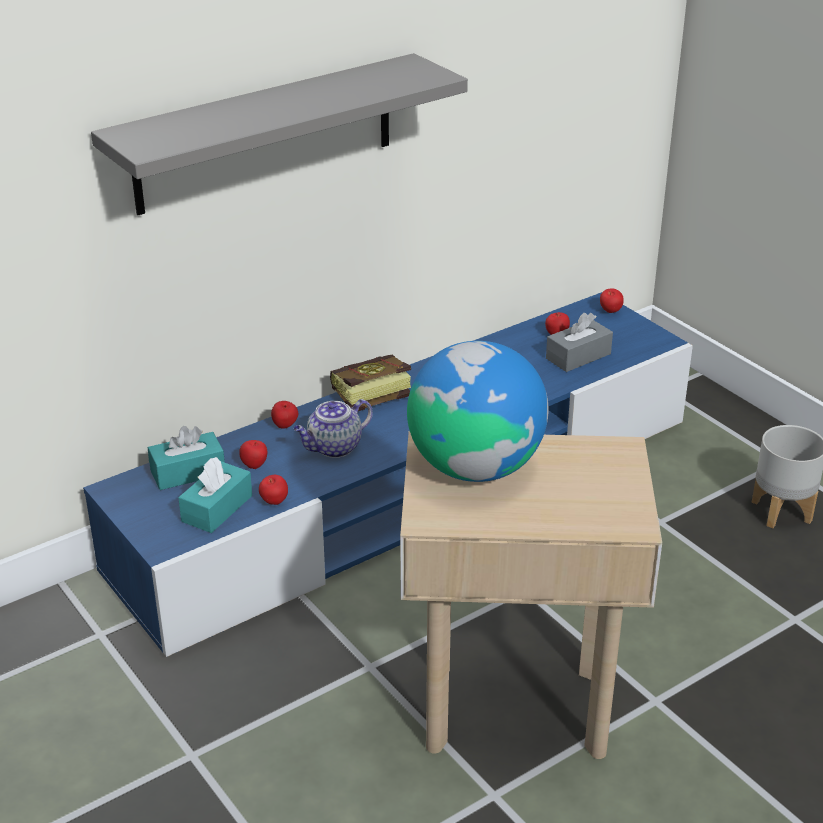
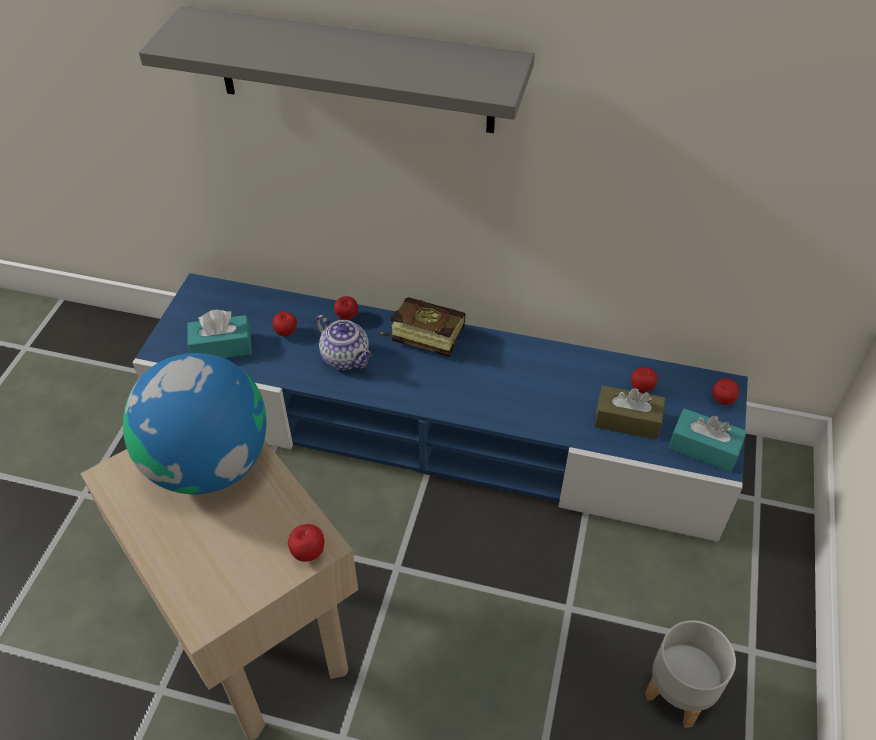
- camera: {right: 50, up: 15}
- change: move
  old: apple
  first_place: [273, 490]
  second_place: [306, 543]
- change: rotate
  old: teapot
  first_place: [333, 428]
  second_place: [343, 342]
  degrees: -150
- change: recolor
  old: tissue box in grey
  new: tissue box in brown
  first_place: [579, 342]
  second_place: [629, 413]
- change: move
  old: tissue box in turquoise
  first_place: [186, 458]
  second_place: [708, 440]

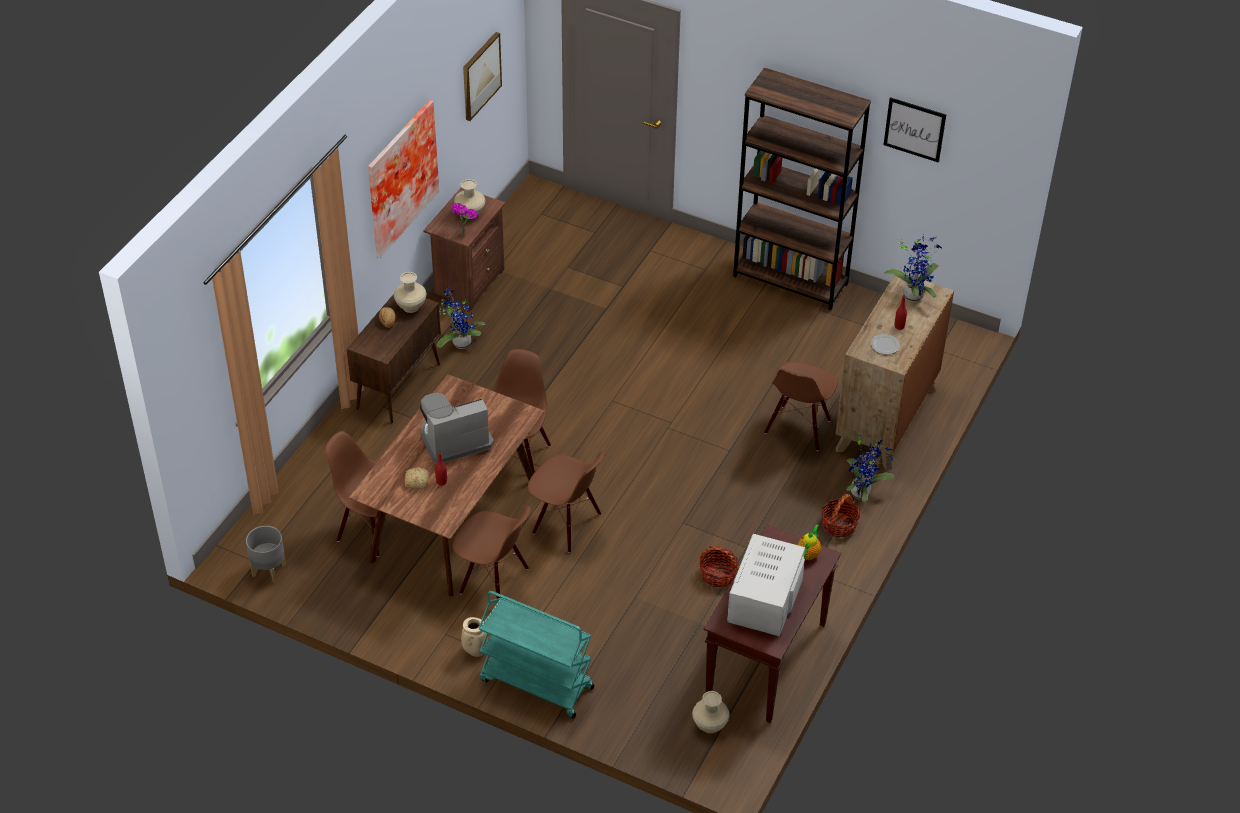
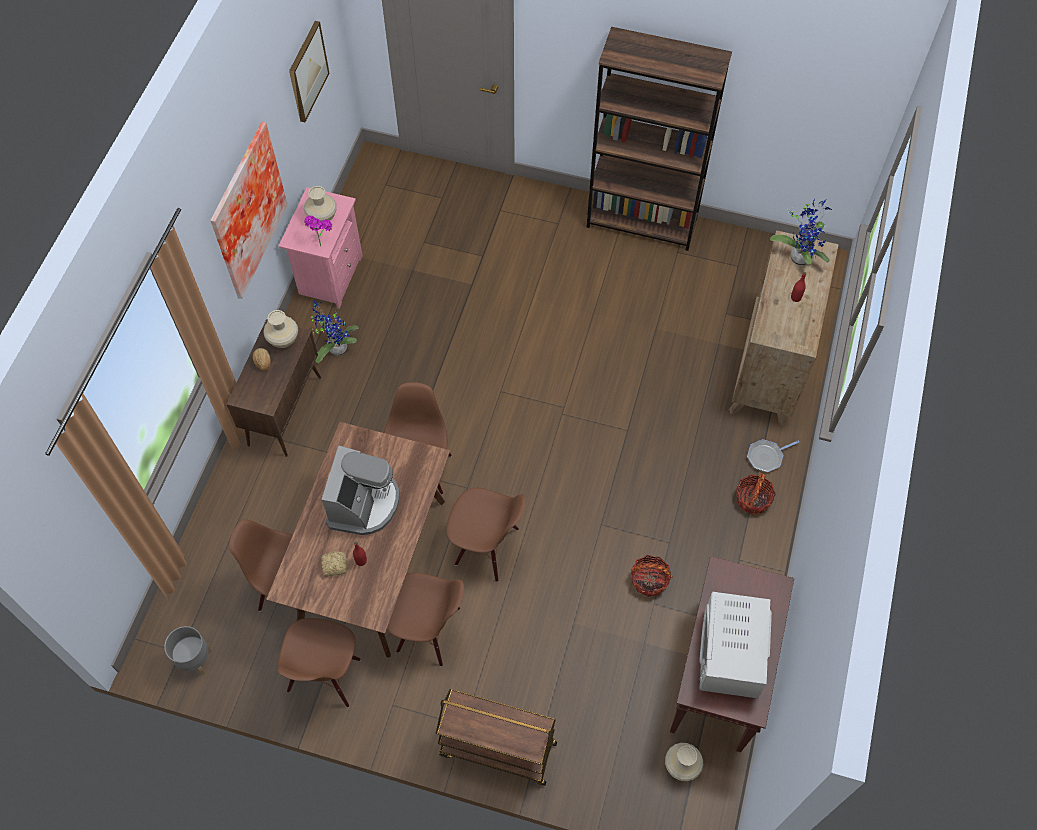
- camera: {right: -10, up: 15}
- change: move
  old: chair in brown
  first_place: [801, 406]
  second_place: [319, 662]
- change: recolor
  old: nightstand in brown
  new: nightstand in pink
  first_place: [464, 249]
  second_place: [321, 248]
- change: rotate
  old: coffee machine
  first_place: [457, 428]
  second_place: [361, 490]
  degrees: 135
- change: recolor
  old: cart in turquoise
  new: cart in brown
  first_place: [536, 654]
  second_place: [496, 737]
- change: replace
  old: potted plant
  new: frying pan
  first_place: [870, 468]
  second_place: [773, 455]
- change: delete
  old: vase in beige
  first_place: [474, 637]
- change: delete
  old: teapot
  first_place: [809, 542]
- change: delete
  old: plate
  first_place: [885, 344]
- change: delete
  old: picture
  first_place: [915, 130]

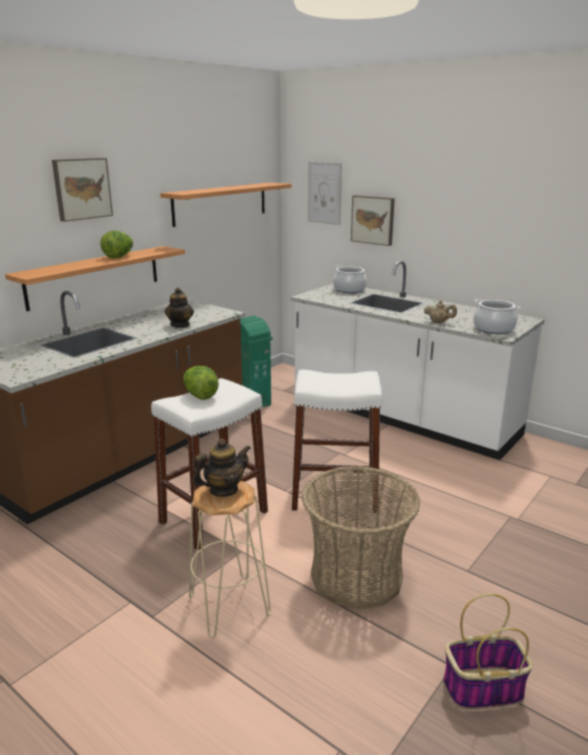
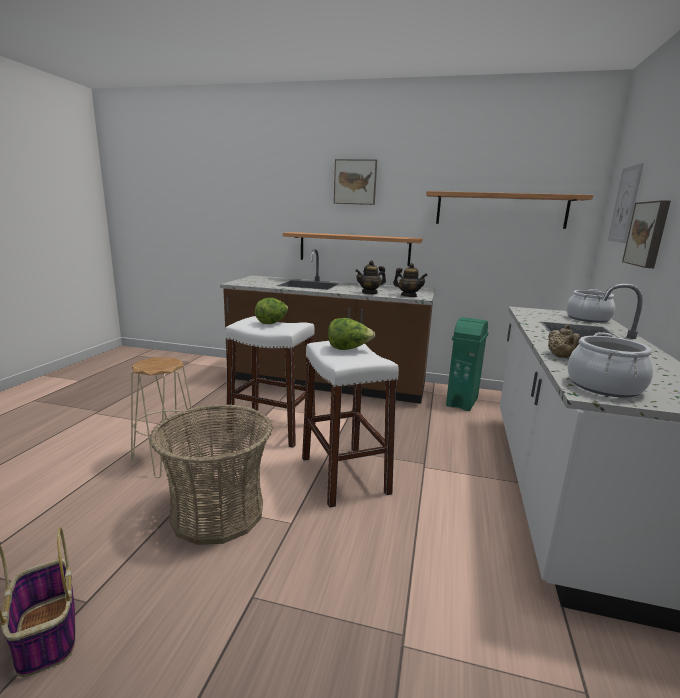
- camera: {right: 65, up: -5}
- change: move
  old: lettuce
  first_place: [116, 244]
  second_place: [351, 334]
- change: move
  old: teapot
  first_place: [221, 467]
  second_place: [410, 280]

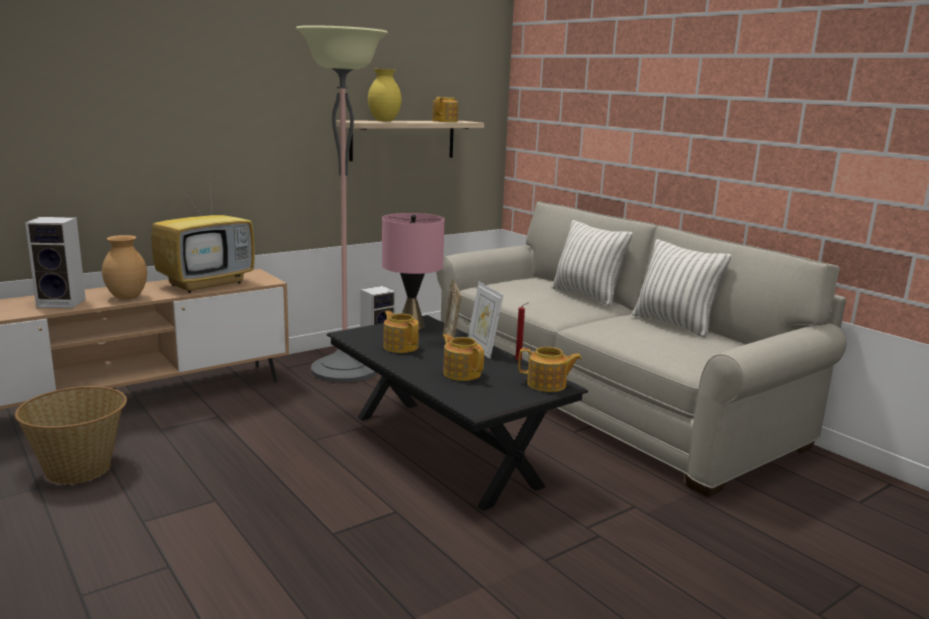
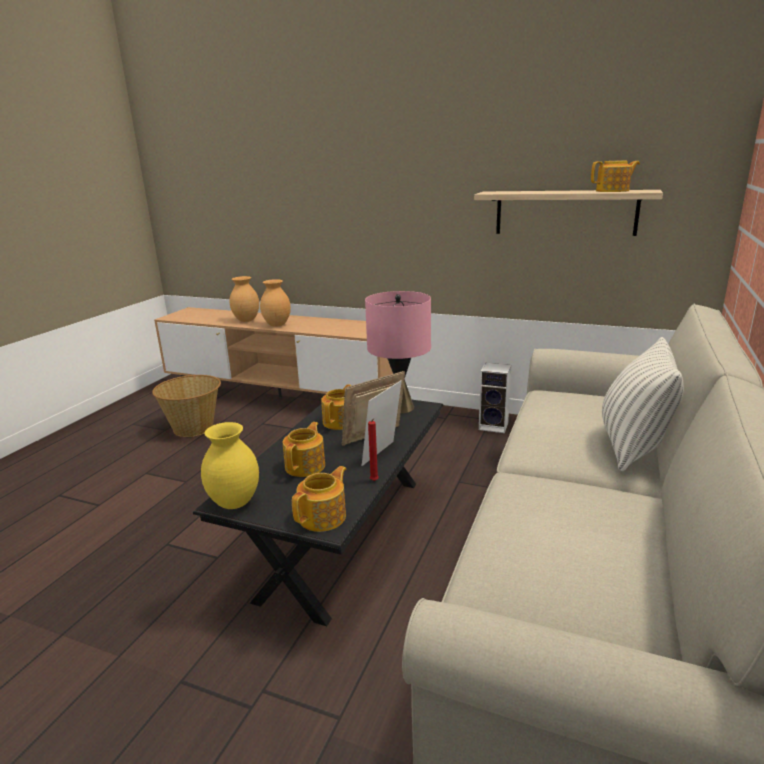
- camera: {right: 60, up: 5}
- change: move
  old: vase in yellow
  first_place: [385, 95]
  second_place: [230, 465]
- change: replace
  old: speaker
  new: vase in brown
  first_place: [55, 262]
  second_place: [244, 299]
- change: rotate
  old: teapot
  first_place: [550, 369]
  second_place: [319, 499]
  degrees: -120
- change: delete
  old: television
  first_place: [203, 234]
- change: delete
  old: floor lamp
  first_place: [342, 204]
- change: delete
  old: pillow
  first_place: [681, 288]

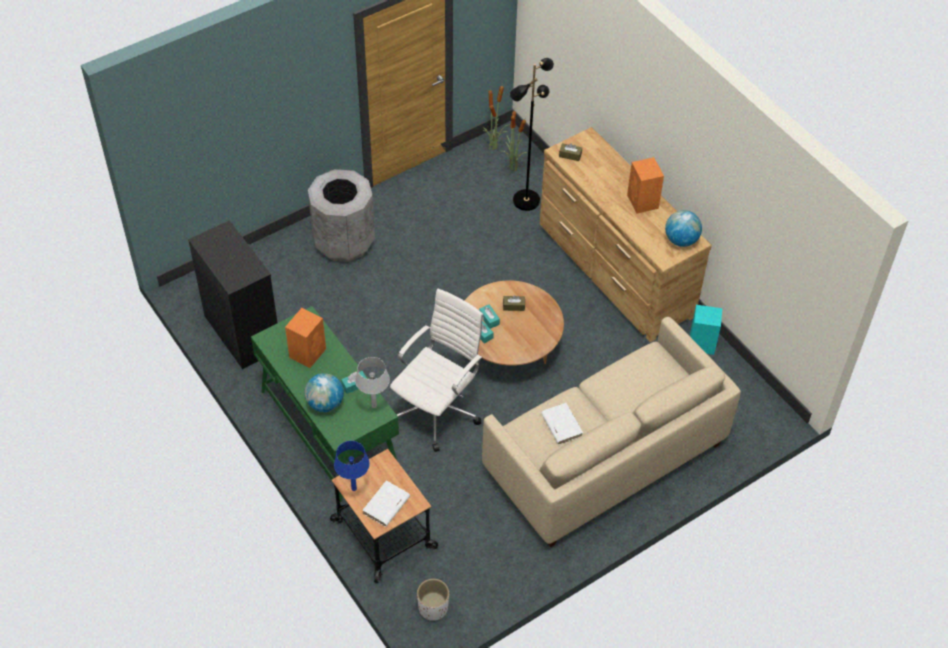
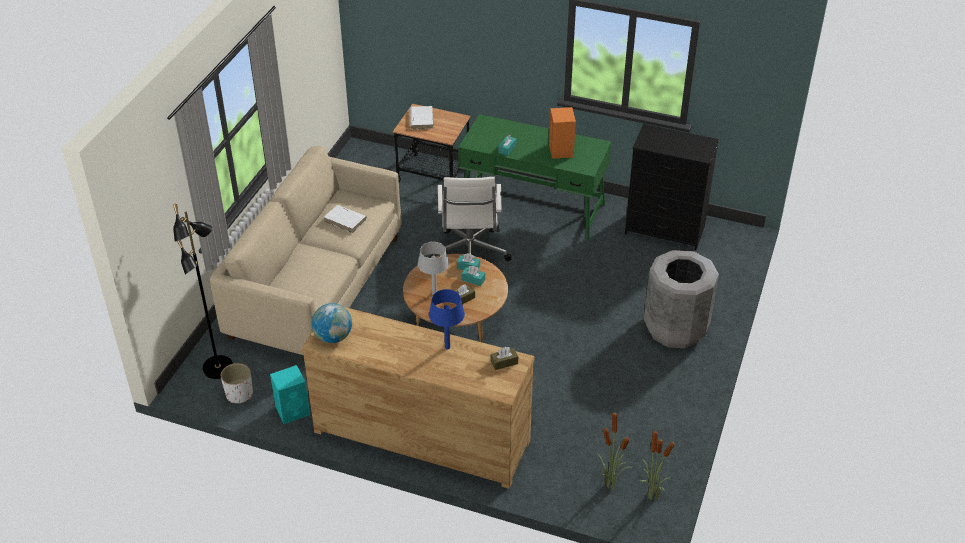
- camera: {right: 145, up: -10}
- change: move
  old: floor lamp in black
  first_place: [532, 134]
  second_place: [203, 291]
- change: move
  old: planter in white
  first_place: [433, 600]
  second_place: [237, 383]
- change: move
  old: table lamp in grey
  first_place: [372, 382]
  second_place: [433, 268]
- change: move
  old: table lamp in blue
  first_place: [352, 466]
  second_place: [447, 319]
- change: delete
  old: globe
  first_place: [324, 392]
- change: delete
  old: speaker in orange
  first_place: [645, 185]

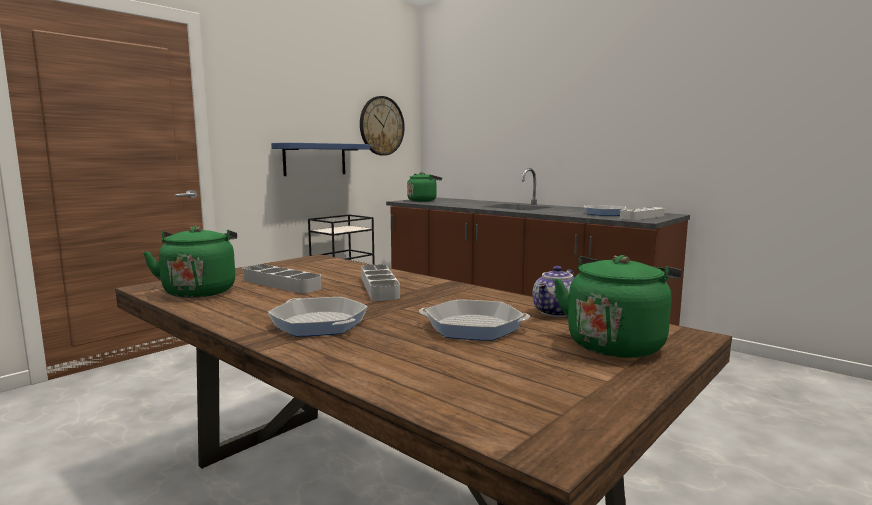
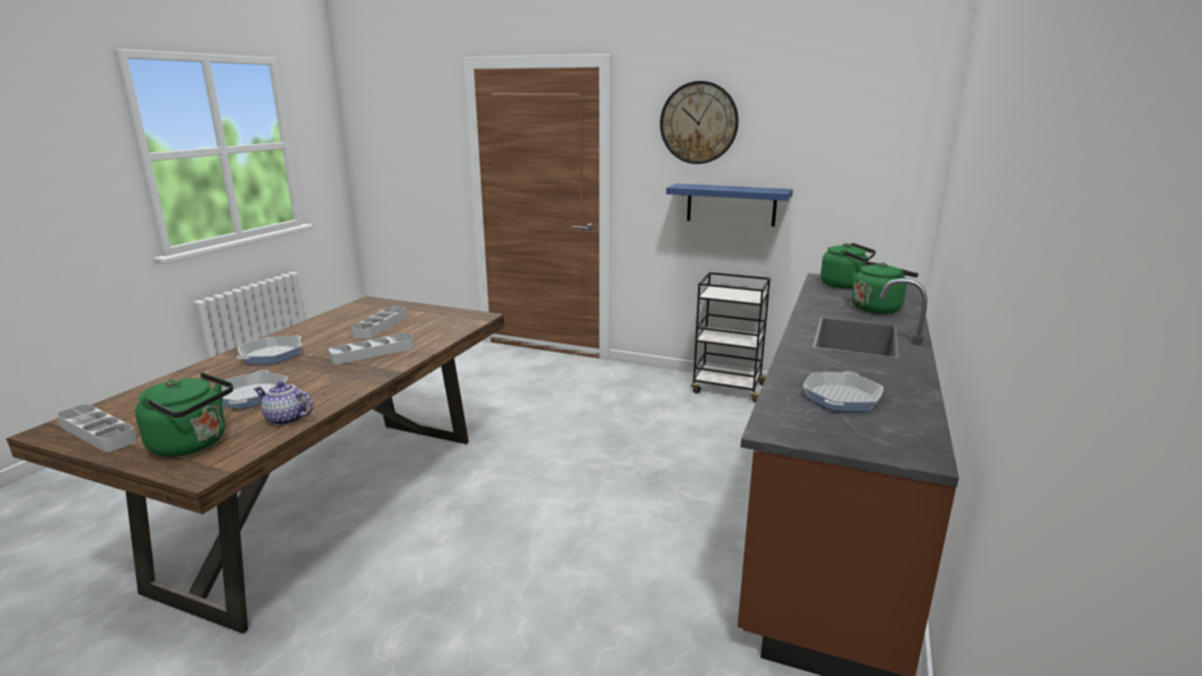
- camera: {right: 70, up: 10}
- change: move
  old: tray in grey
  first_place: [642, 213]
  second_place: [97, 428]
- change: move
  old: wall clock
  first_place: [382, 126]
  second_place: [699, 122]
- change: move
  old: kettle in green
  first_place: [190, 262]
  second_place: [884, 287]

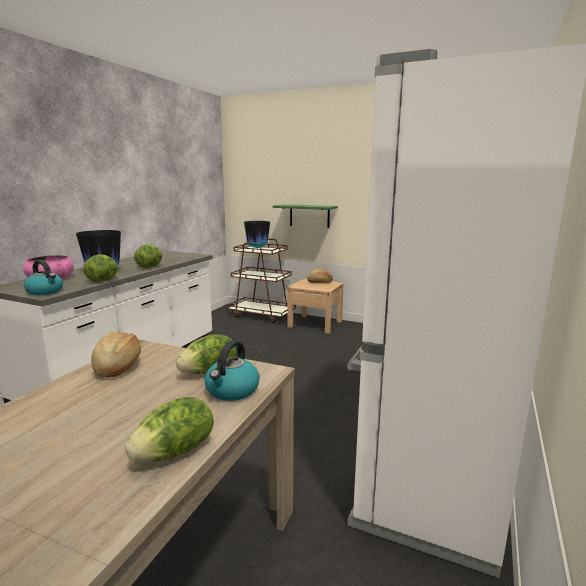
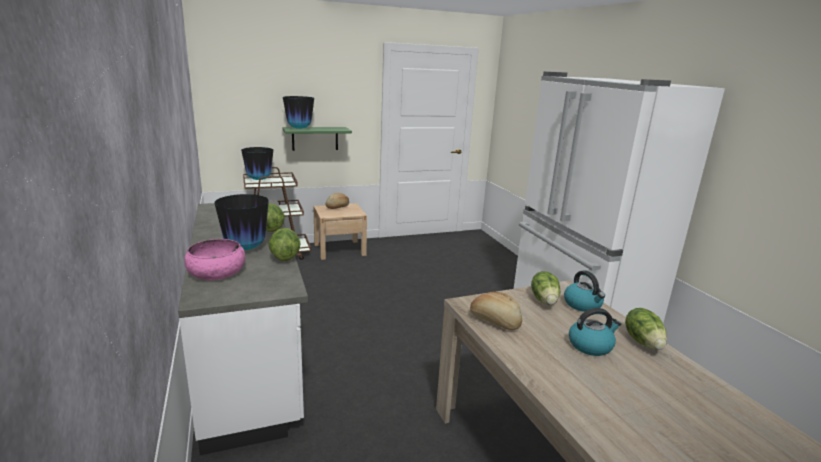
- camera: {right: -45, up: 5}
- change: insert
  new: vase
  second_place: [298, 112]
- change: move
  old: kettle
  first_place: [43, 277]
  second_place: [595, 332]

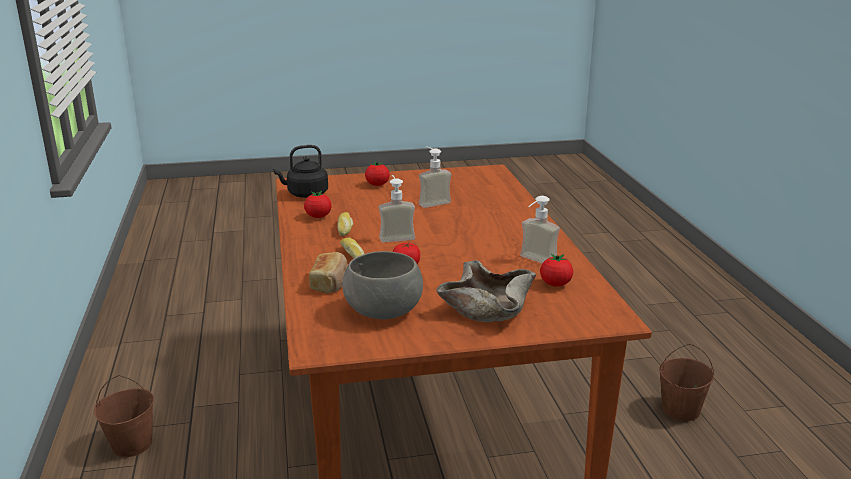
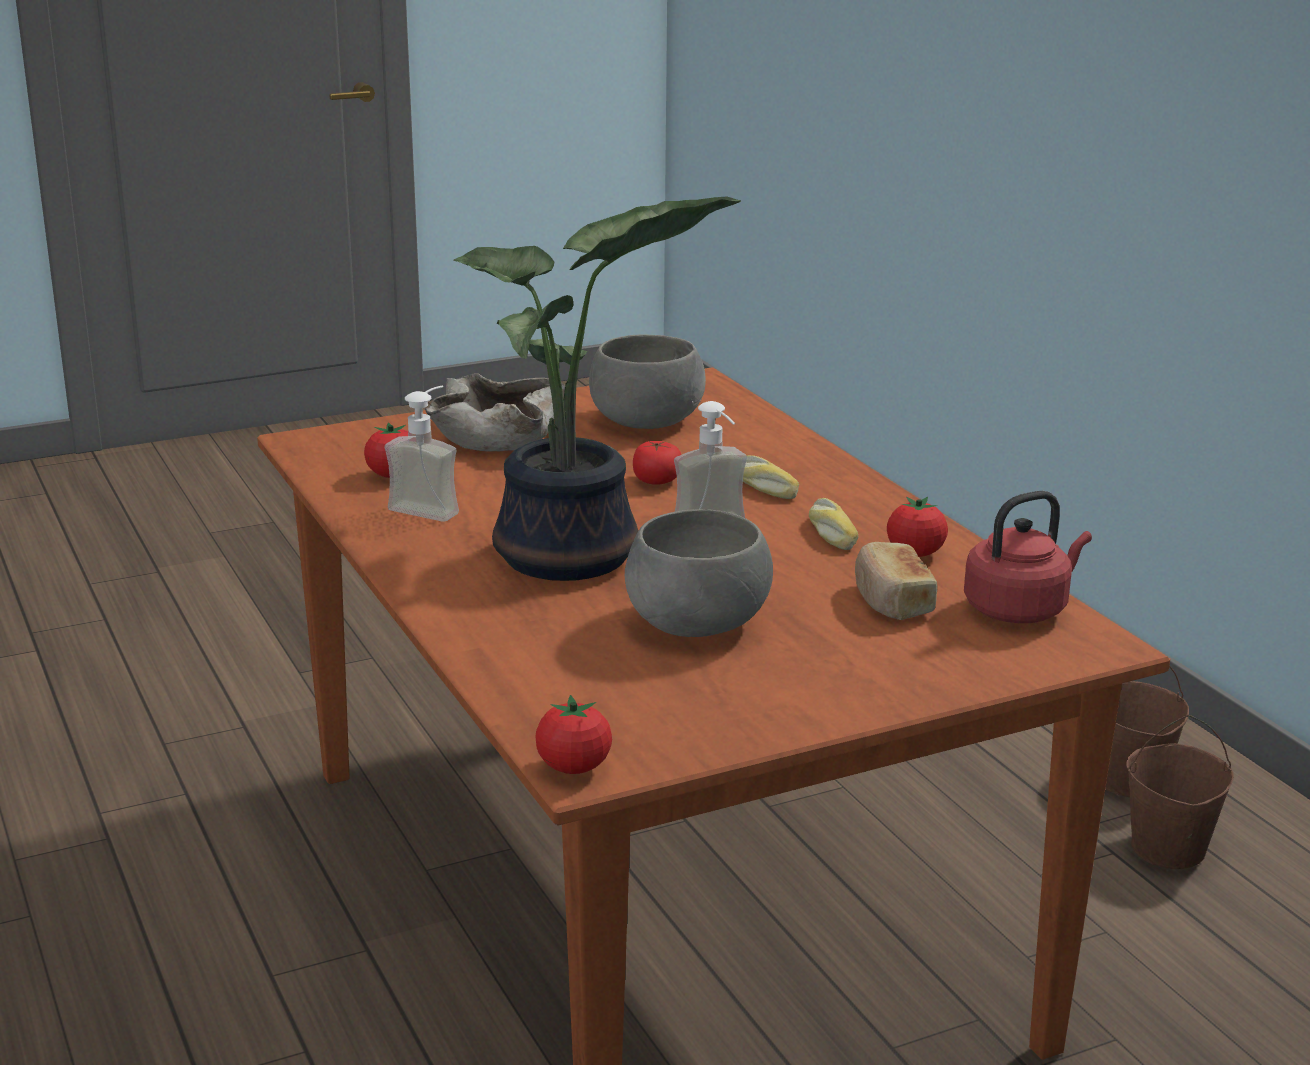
- camera: {right: 165, up: 0}
- change: insert
  new: potted plant
  second_place: [597, 388]
- change: move
  old: tomato
  first_place: [377, 173]
  second_place: [573, 734]
- change: replace
  old: soap dispenser
  new: bowl in grey
  first_place: [435, 177]
  second_place: [699, 573]
- change: move
  old: bread
  first_place: [328, 273]
  second_place: [896, 581]
- change: recolor
  old: kettle in black
  new: kettle in red
  first_place: [301, 171]
  second_place: [1028, 557]
- change: move
  old: bucket in brown
  first_place: [686, 382]
  second_place: [1180, 792]

